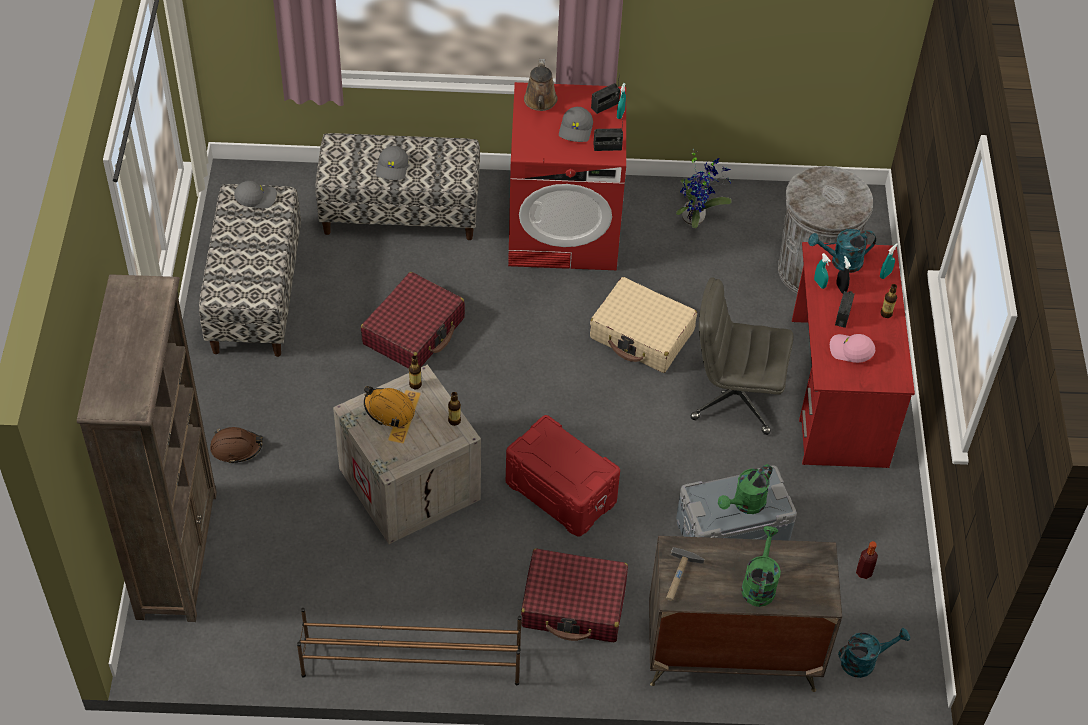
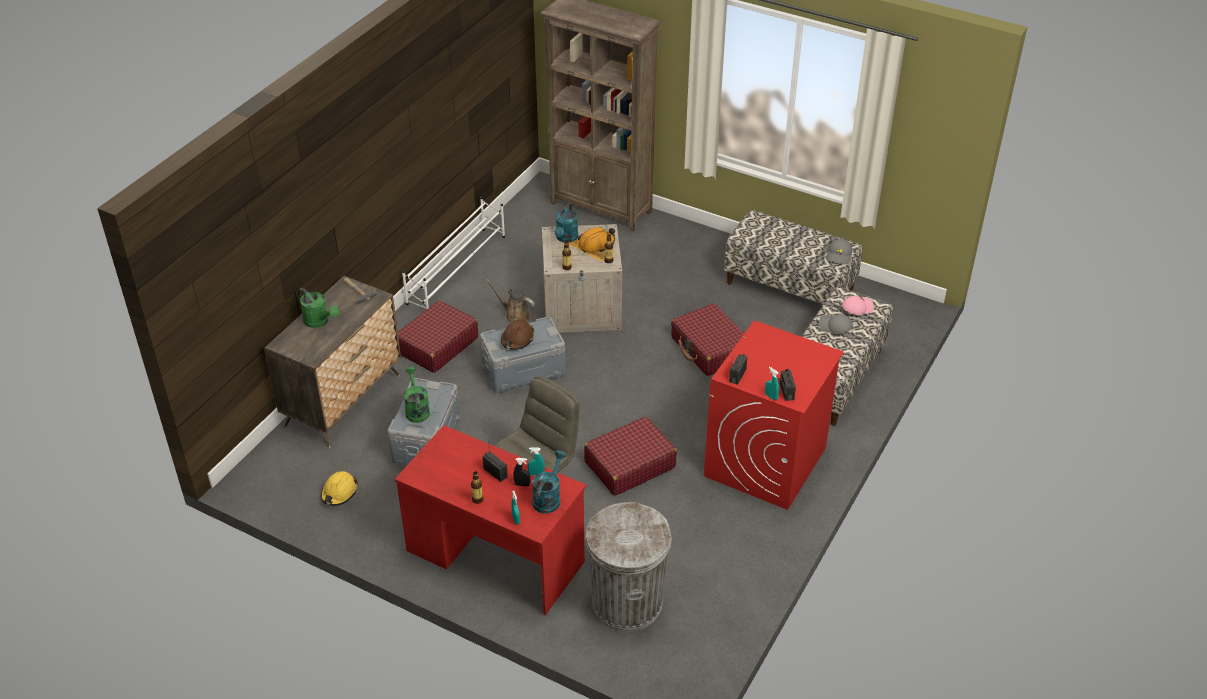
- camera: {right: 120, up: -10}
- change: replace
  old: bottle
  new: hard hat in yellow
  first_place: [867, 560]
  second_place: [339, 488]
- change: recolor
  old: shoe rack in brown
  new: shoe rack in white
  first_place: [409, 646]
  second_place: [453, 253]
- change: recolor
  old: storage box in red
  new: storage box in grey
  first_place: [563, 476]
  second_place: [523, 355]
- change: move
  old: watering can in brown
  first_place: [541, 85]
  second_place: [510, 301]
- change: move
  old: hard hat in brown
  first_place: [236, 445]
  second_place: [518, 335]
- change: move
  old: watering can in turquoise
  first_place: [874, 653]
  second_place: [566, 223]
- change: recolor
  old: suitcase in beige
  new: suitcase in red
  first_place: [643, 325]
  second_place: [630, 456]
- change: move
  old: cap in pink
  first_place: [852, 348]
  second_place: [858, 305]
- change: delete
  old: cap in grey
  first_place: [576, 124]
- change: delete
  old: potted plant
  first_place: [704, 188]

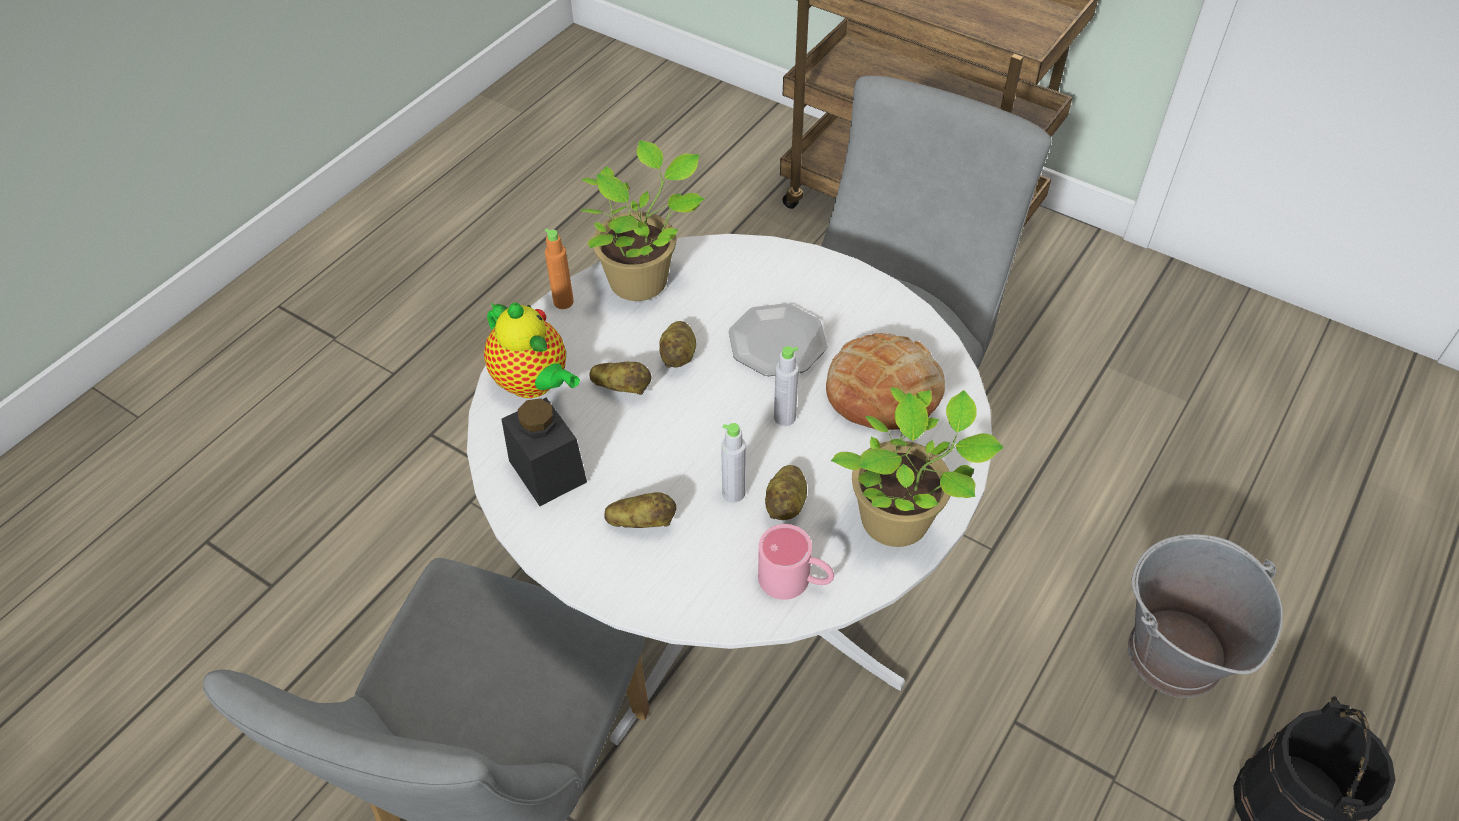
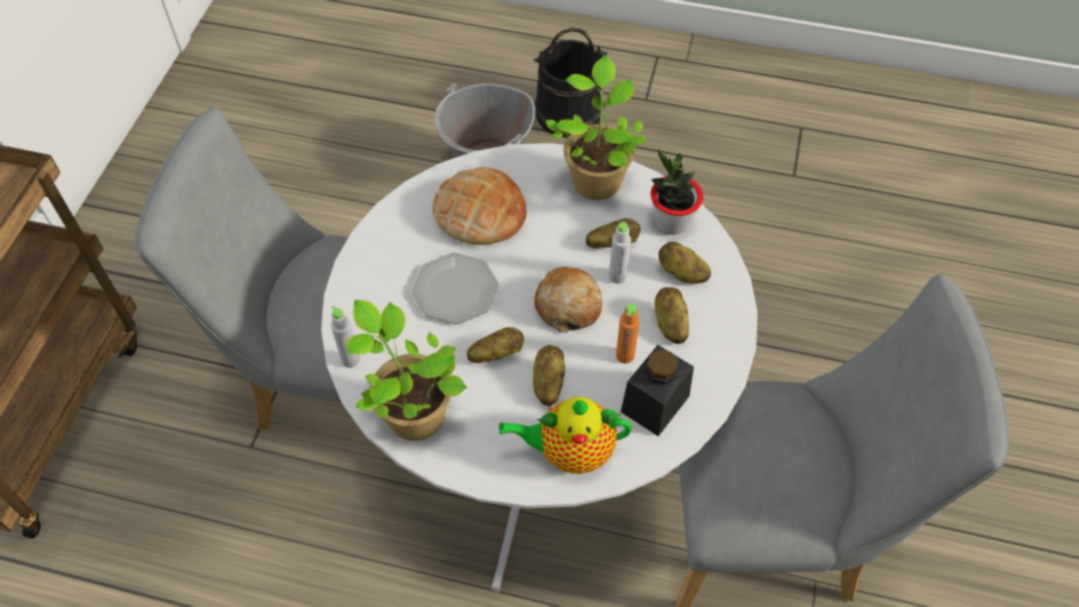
- camera: {right: -110, up: 5}
- change: move
  old: bottle in grey
  first_place: [786, 386]
  second_place: [345, 337]
- change: rotate
  old: teapot
  first_place: [532, 350]
  second_place: [565, 435]
  degrees: -120
- change: insert
  new: bread
  second_place: [568, 300]
- change: move
  old: bottle in orange
  first_place: [559, 268]
  second_place: [628, 334]
- change: replace
  old: mug in pink
  new: potted plant
  first_place: [796, 562]
  second_place: [677, 192]
- change: insert
  new: potato
  second_place: [684, 263]

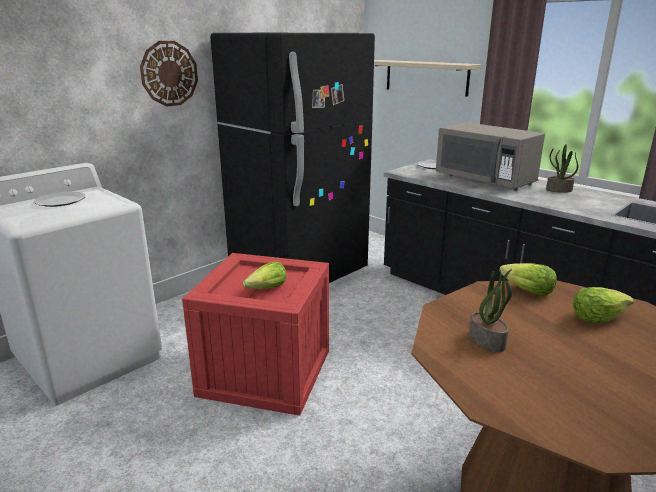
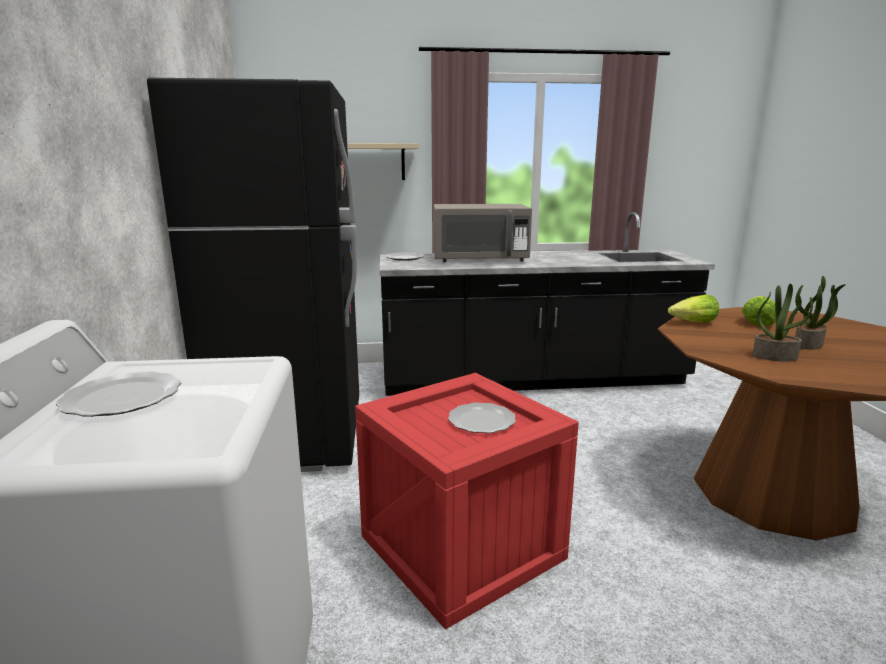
- camera: {right: -50, up: -5}
- change: replace
  old: lettuce
  new: plate
  first_place: [265, 275]
  second_place: [482, 418]
- change: move
  old: potted plant
  first_place: [562, 168]
  second_place: [820, 313]
- change: delete
  old: wall clock
  first_place: [169, 74]

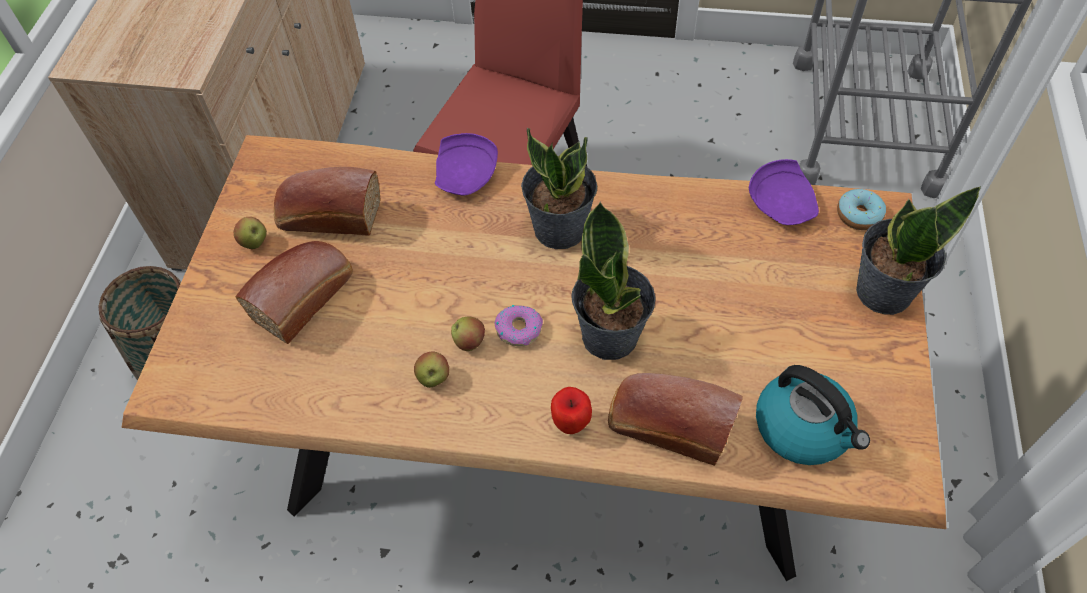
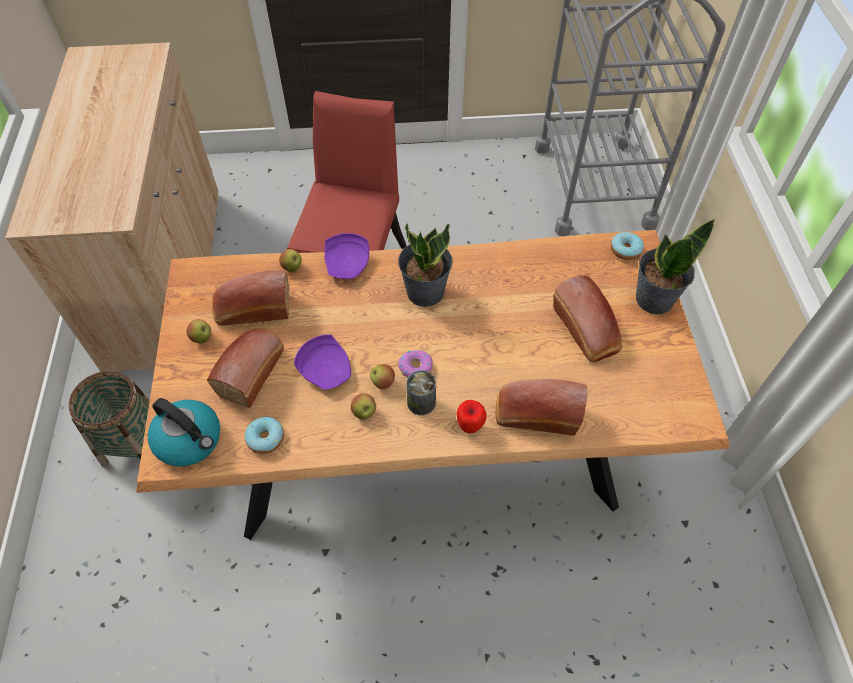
- camera: {right: -15, up: 0}
- change: move
  old: kettle
  first_place: [813, 415]
  second_place: [184, 432]
- change: insert
  new: donut
  second_place: [264, 435]
- change: insert
  new: apple
  second_place: [290, 260]
- change: move
  old: plate in purple
  first_place: [784, 192]
  second_place: [322, 362]
- change: insert
  new: can
  second_place: [421, 392]
- change: insert
  new: bread
  second_place: [587, 319]
- change: delete
  old: potted plant
  first_place: [613, 280]

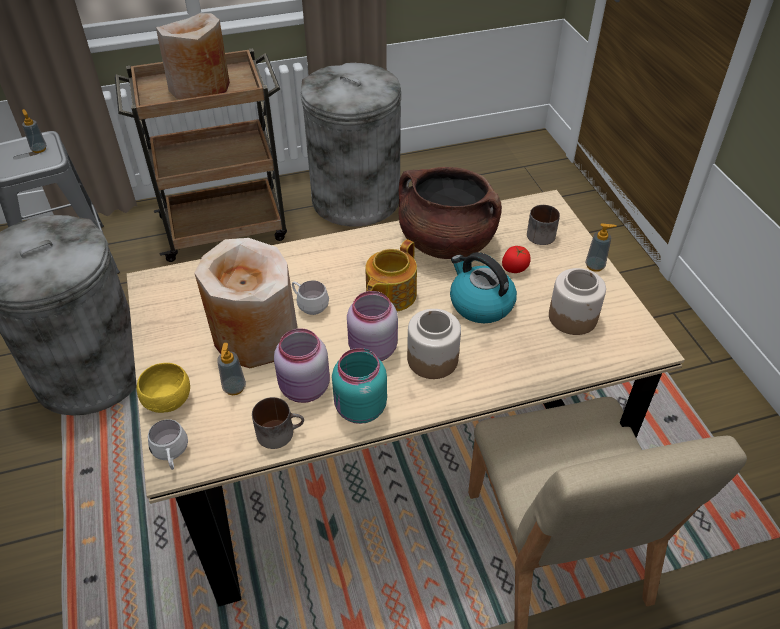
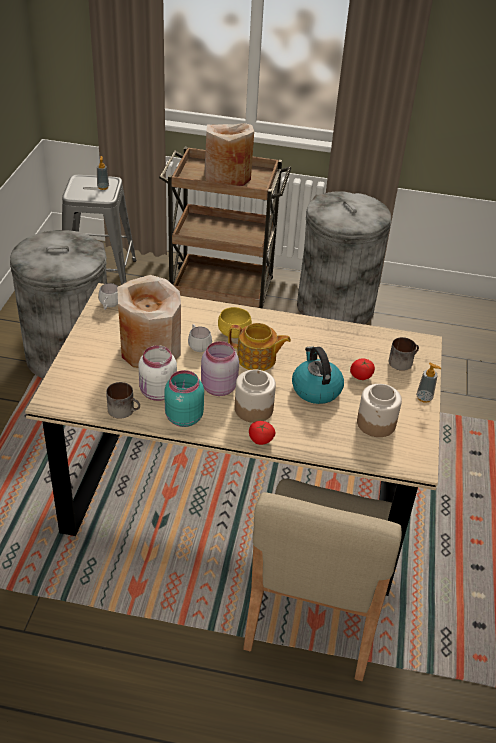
- camera: {right: 25, up: -5}
- change: move
  old: mug in white
  first_place: [168, 444]
  second_place: [108, 296]
- change: recolor
  old: jar in pink
  new: jar in white
  first_place: [302, 365]
  second_place: [157, 373]
- change: move
  old: bowl in yellow
  first_place: [163, 388]
  second_place: [235, 322]
- change: rotate
  old: teapot
  first_place: [391, 275]
  second_place: [259, 347]
  degrees: -135
- change: insert
  new: tomato
  second_place: [262, 433]
- change: delete
  old: soap dispenser
  first_place: [231, 369]
- change: delete
  old: cooking pot in brown
  first_place: [450, 213]

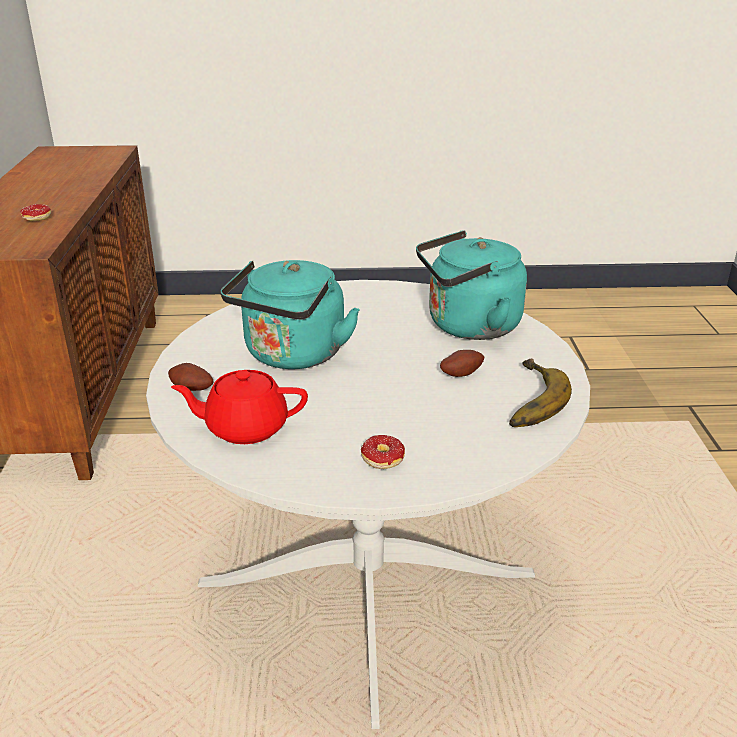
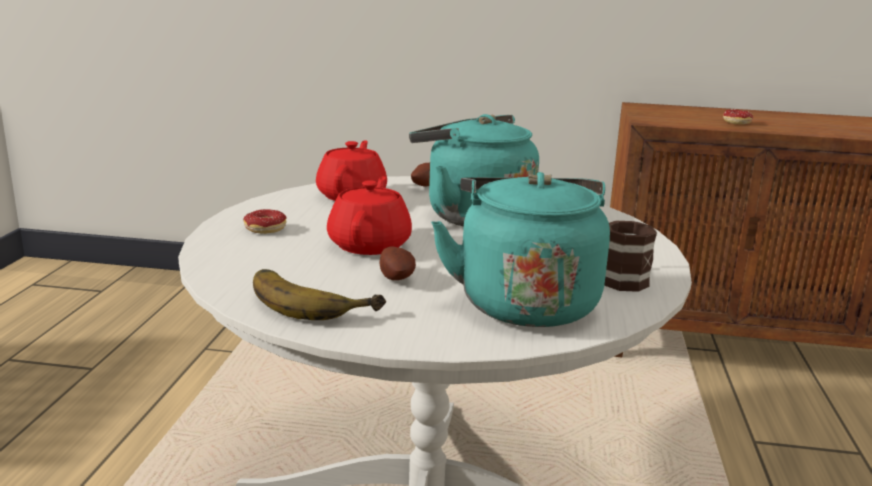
- camera: {right: 100, up: -10}
- change: insert
  new: teapot in red
  second_place: [369, 215]
- change: insert
  new: mug
  second_place: [630, 256]

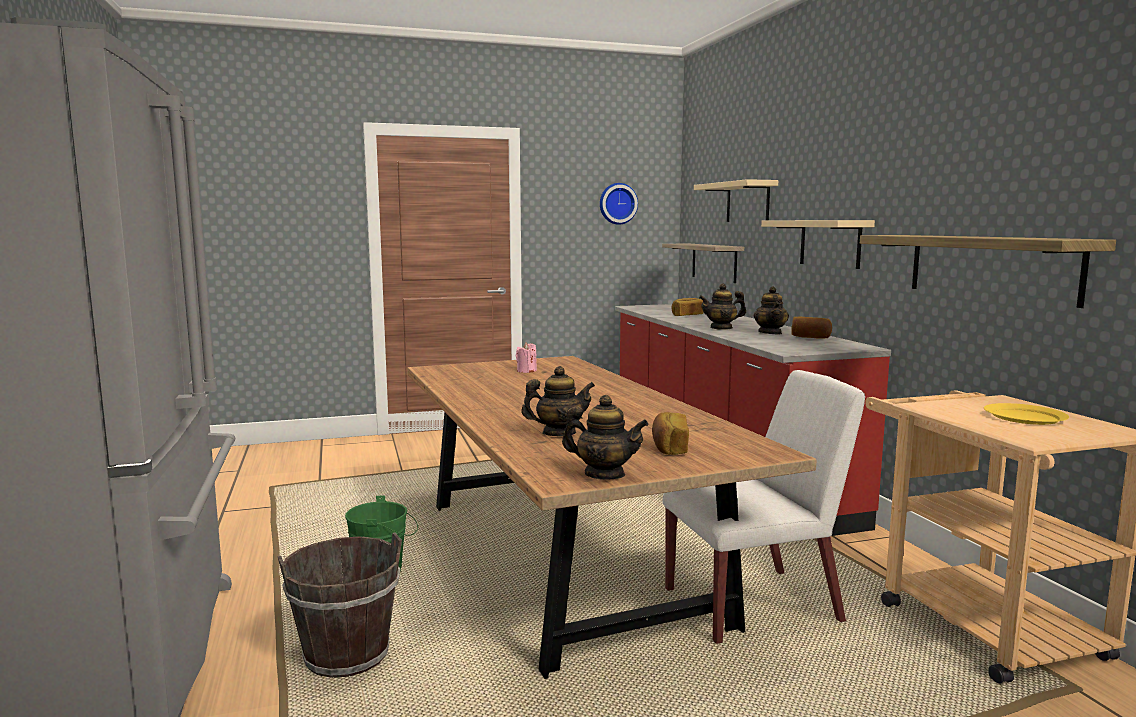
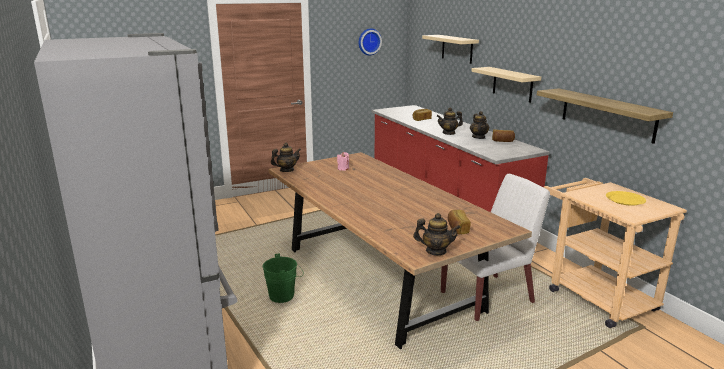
- camera: {right: -10, up: 10}
- change: move
  old: teapot
  first_place: [558, 401]
  second_place: [286, 157]
- change: delete
  old: bucket in brown
  first_place: [340, 605]
- change: delete
  old: shelf
  first_place: [703, 263]

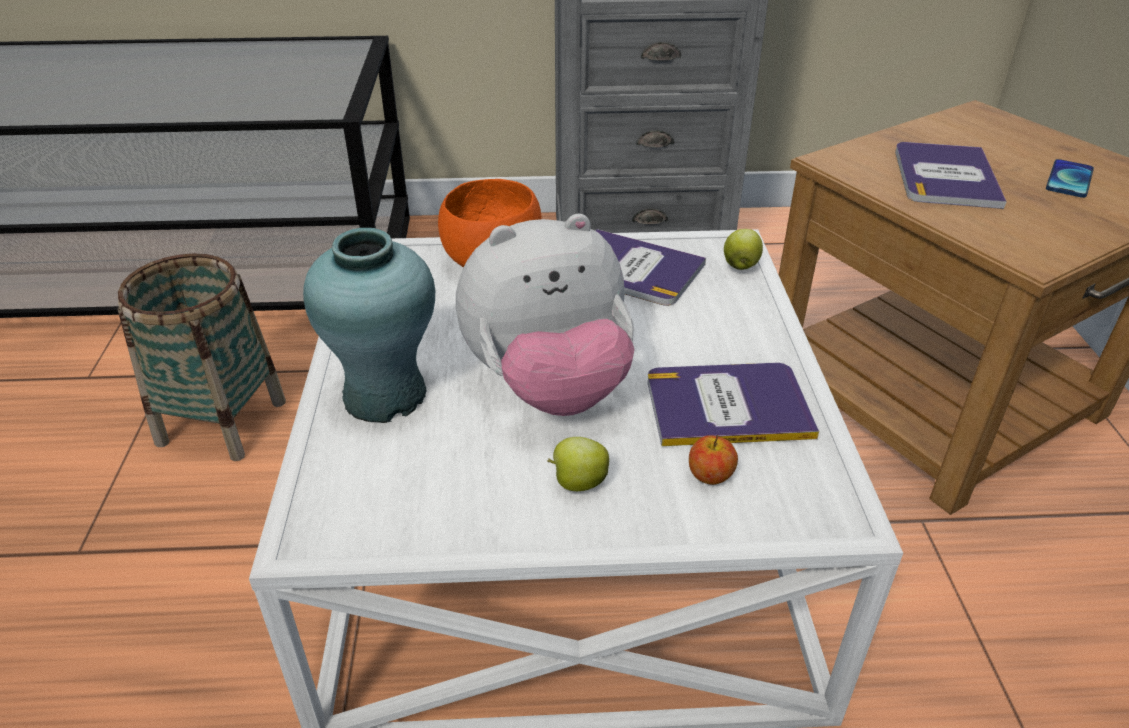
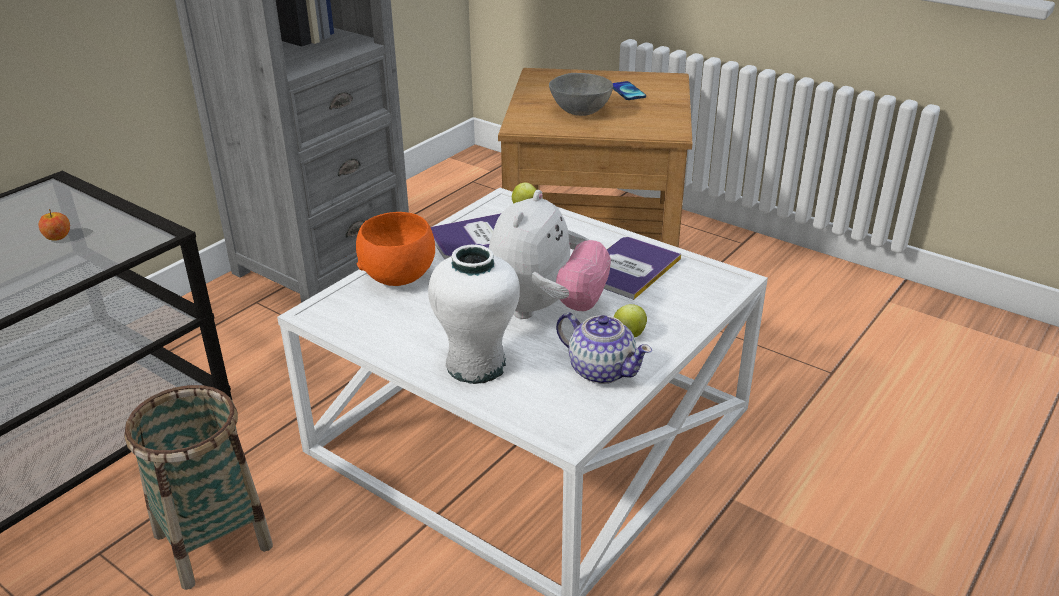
- camera: {right: -50, up: -5}
- change: move
  old: apple
  first_place: [713, 460]
  second_place: [54, 225]
- change: recolor
  old: vase in turquoise
  new: vase in white
  first_place: [369, 325]
  second_place: [474, 314]
- change: replace
  old: book
  new: bowl in grey
  first_place: [951, 175]
  second_place: [581, 94]
- change: insert
  new: teapot
  second_place: [604, 348]

